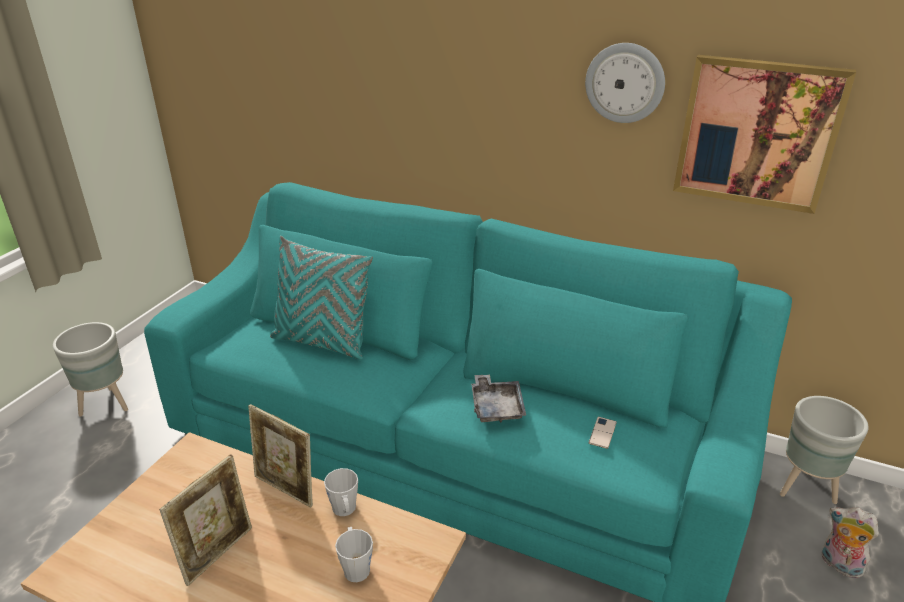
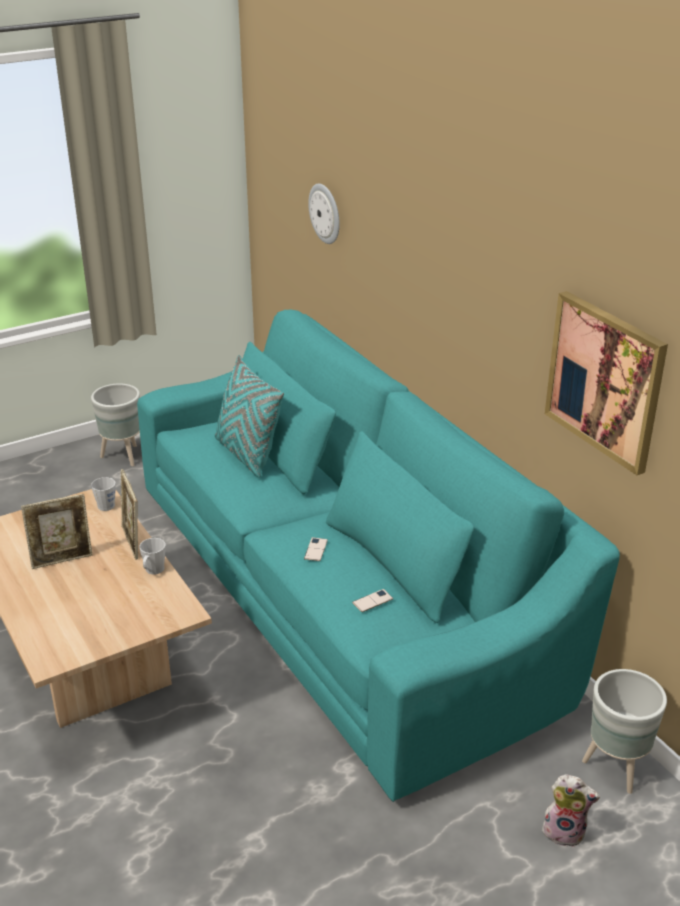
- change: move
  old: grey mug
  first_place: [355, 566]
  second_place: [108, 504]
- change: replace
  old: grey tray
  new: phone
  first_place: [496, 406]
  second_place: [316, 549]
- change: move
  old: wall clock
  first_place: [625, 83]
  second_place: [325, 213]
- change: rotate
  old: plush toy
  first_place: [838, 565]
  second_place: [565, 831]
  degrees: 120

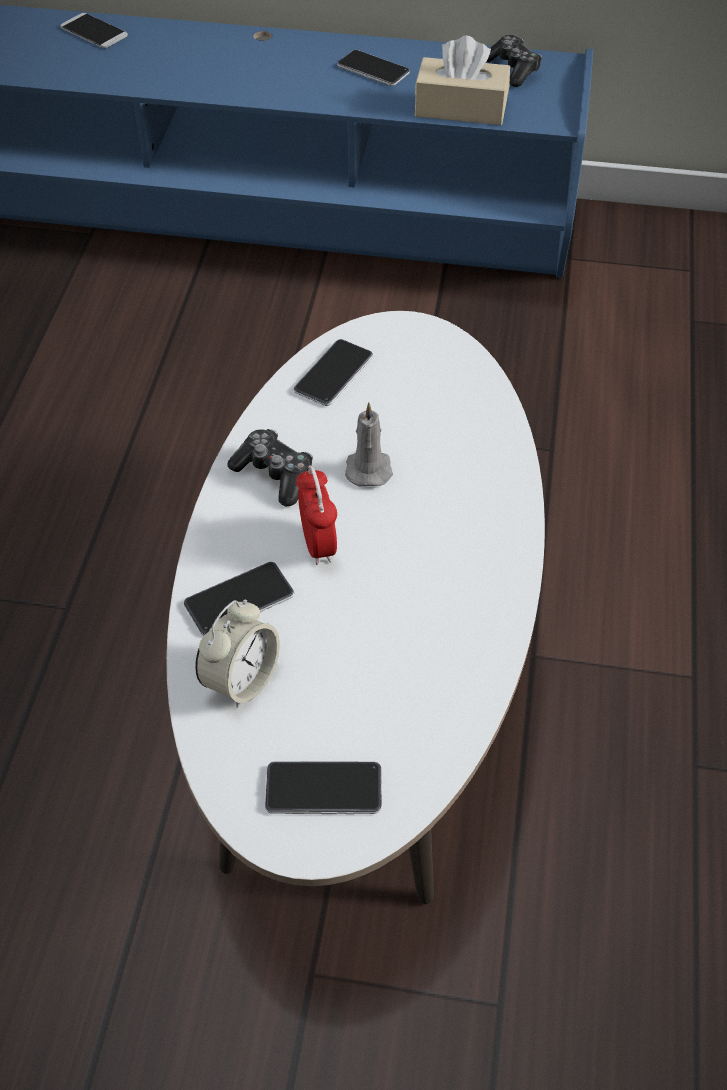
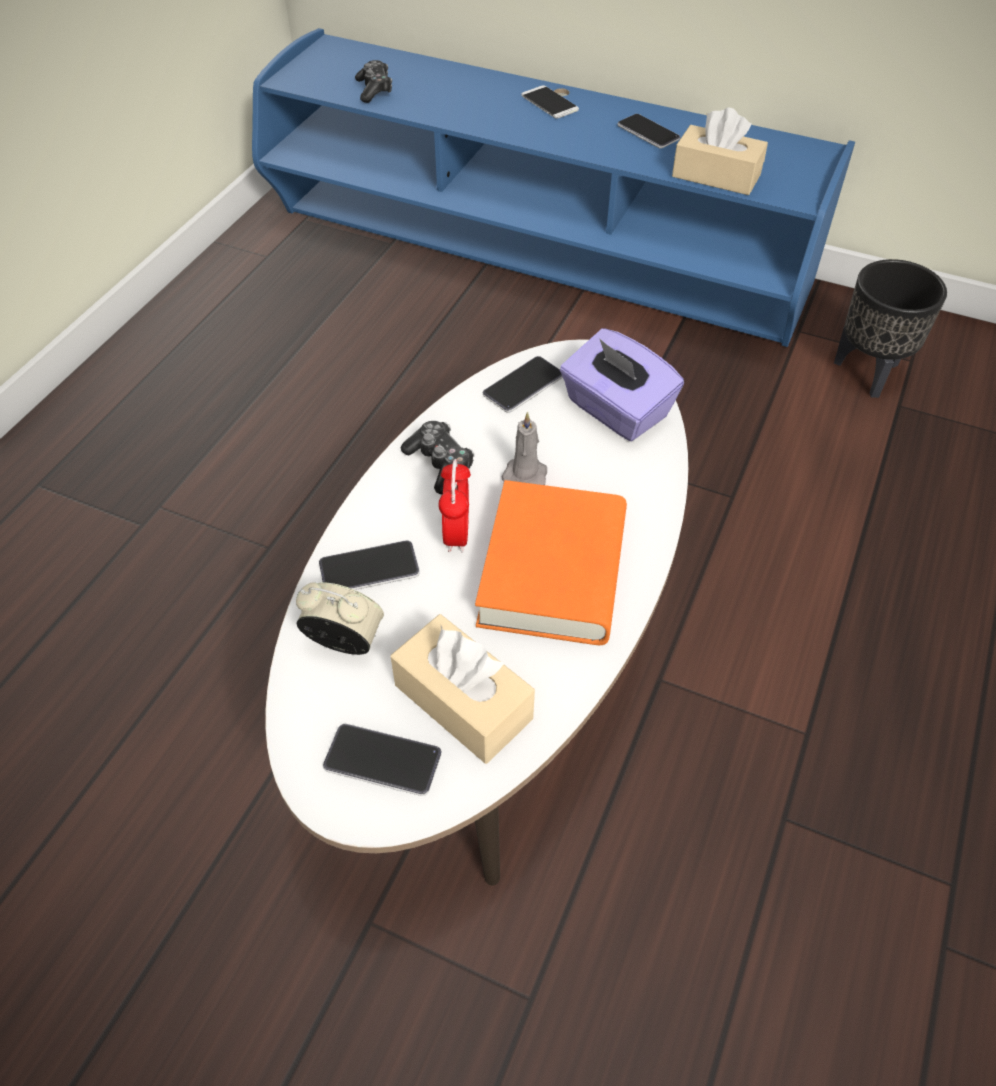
- change: move
  old: phone
  first_place: [94, 32]
  second_place: [549, 103]
- change: rotate
  old: alarm clock
  first_place: [241, 680]
  second_place: [345, 642]
  degrees: -120
- change: move
  old: game controller
  first_place: [513, 69]
  second_place: [374, 89]
- change: insert
  new: beige tissue box
  second_place: [463, 701]
- change: insert
  new: orange book
  second_place: [553, 572]
- change: insert
  new: purple tissue box
  second_place: [615, 410]
- change: insert
  new: black planter
  second_place: [869, 373]

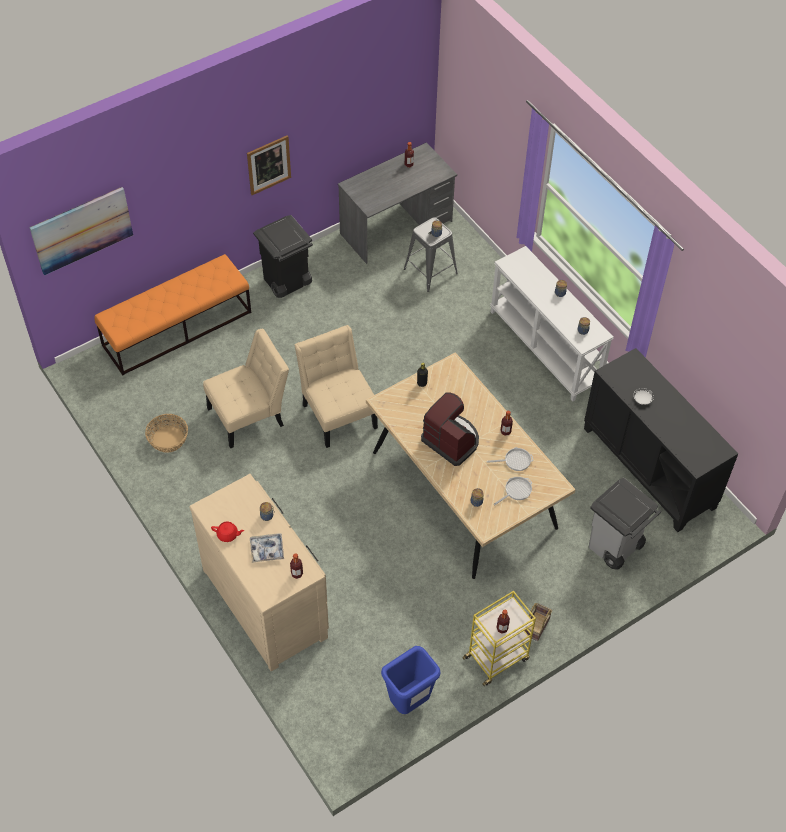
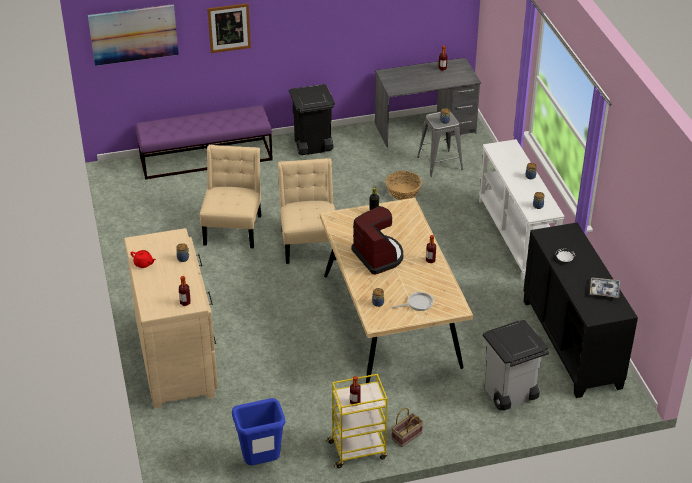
- change: recolor
  old: orange bench
  new: purple bench
  first_place: [177, 328]
  second_place: [206, 158]
- change: move
  old: basket
  first_place: [168, 439]
  second_place: [403, 192]
- change: rotate
  old: beige chair
  first_place: [250, 415]
  second_place: [233, 227]
  degrees: -75
- change: move
  old: picture
  first_place: [268, 164]
  second_place: [229, 27]
- change: move
  old: tray
  first_place: [267, 550]
  second_place: [604, 290]
- change: delete
  old: frying pan
  first_place: [515, 461]

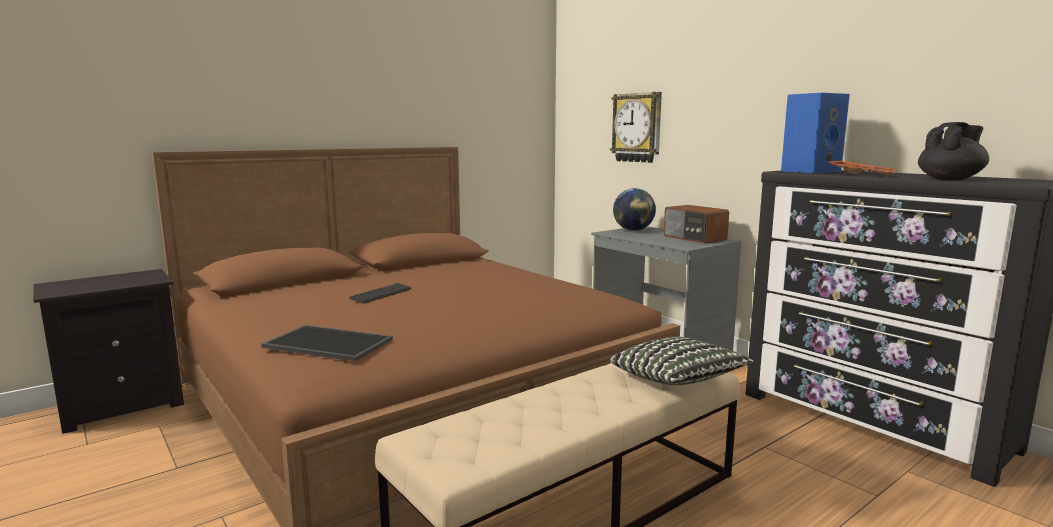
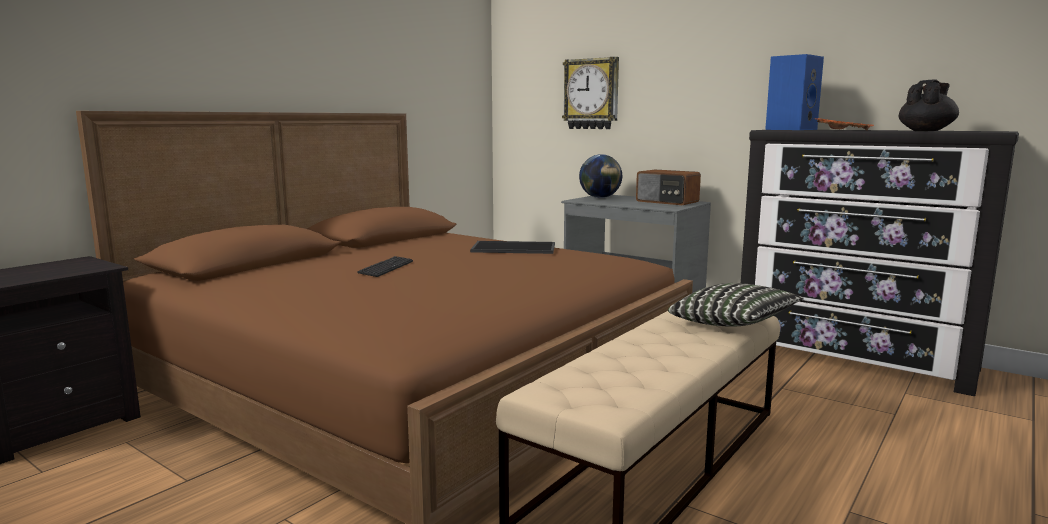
- change: move
  old: tray
  first_place: [326, 344]
  second_place: [512, 248]

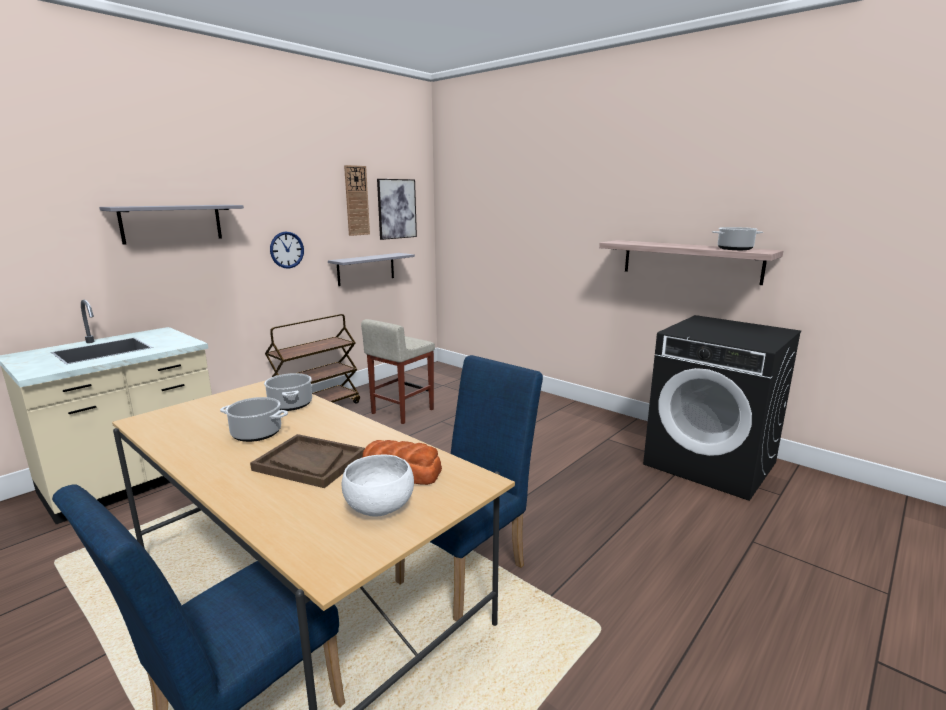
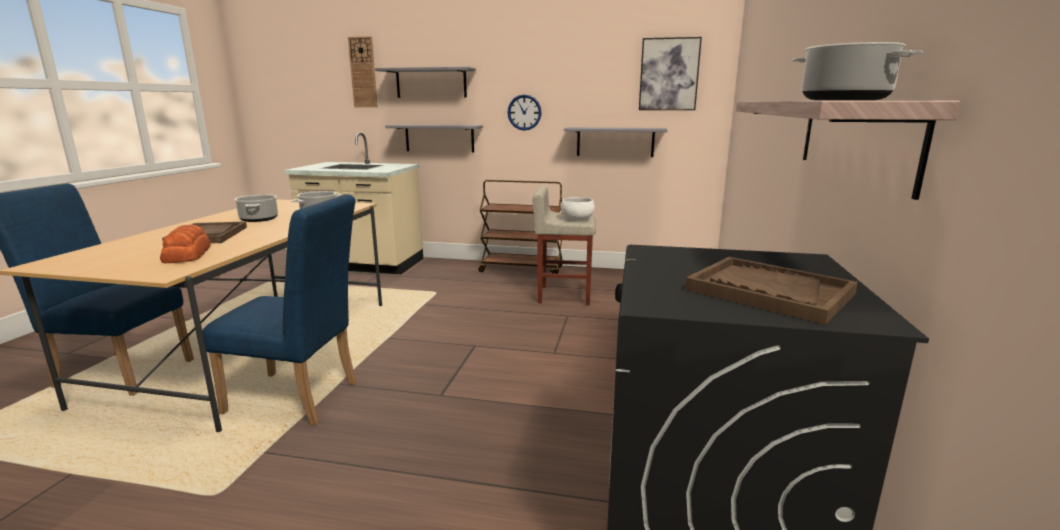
- change: move
  old: white bowl
  first_place: [380, 506]
  second_place: [577, 219]
- change: move
  old: wall clock
  first_place: [356, 201]
  second_place: [363, 72]
- change: insert
  new: grey shelf
  second_place: [439, 138]
- change: insert
  new: brown tray
  second_place: [768, 292]

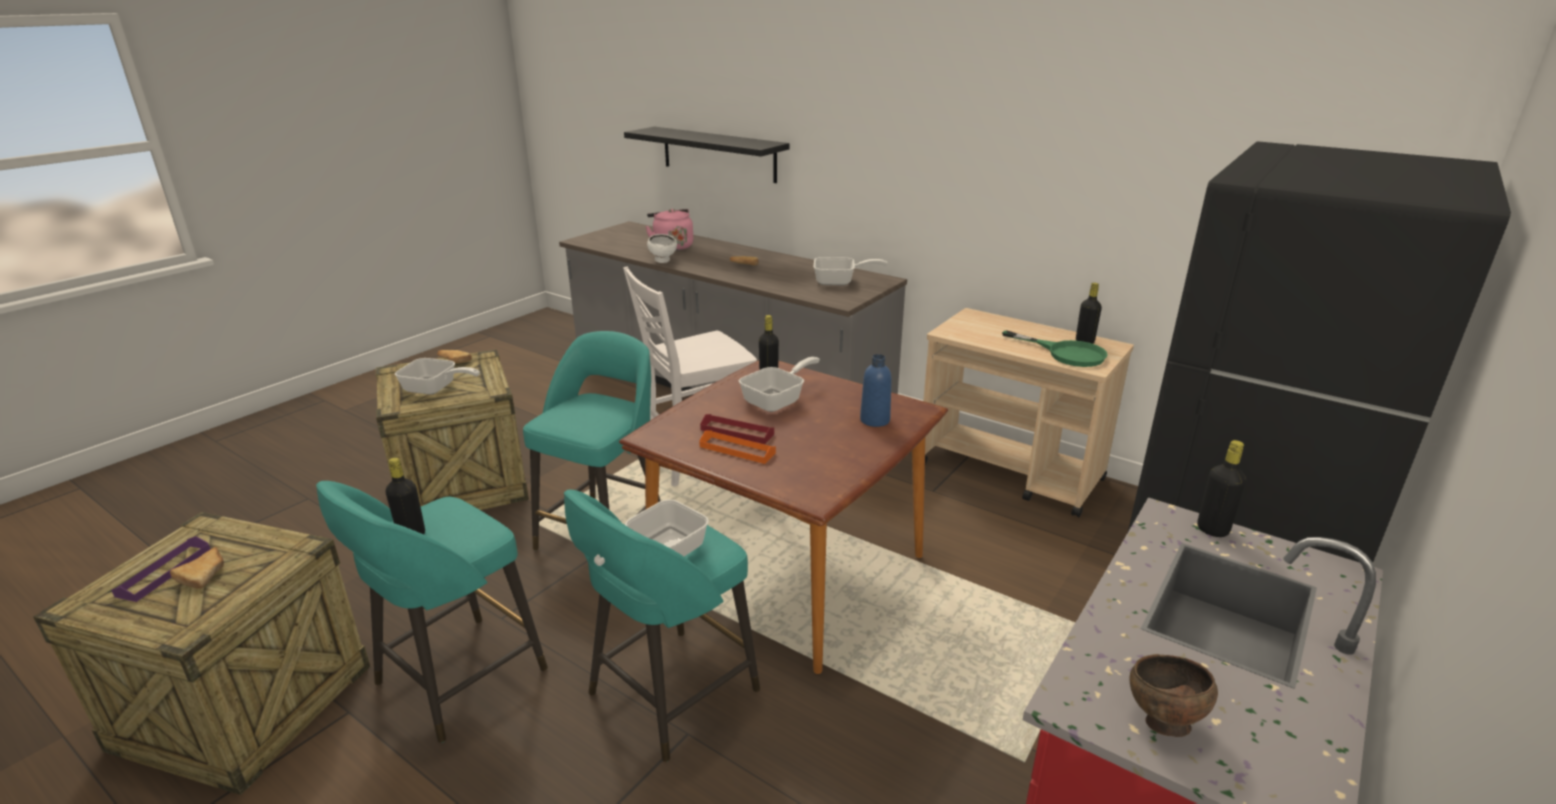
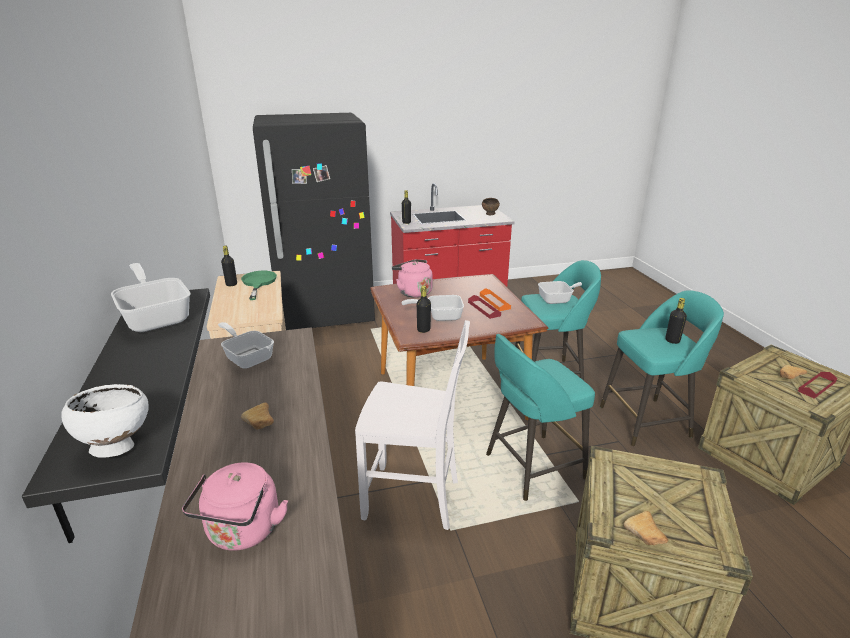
- change: recolor
  old: purple tray
  new: red tray
  first_place: [164, 572]
  second_place: [816, 386]
- change: move
  old: frying pan
  first_place: [435, 389]
  second_place: [156, 316]
- change: move
  old: white bowl
  first_place: [663, 261]
  second_place: [116, 447]
- change: replace
  old: blue bottle
  new: pink kettle
  first_place: [875, 420]
  second_place: [413, 292]

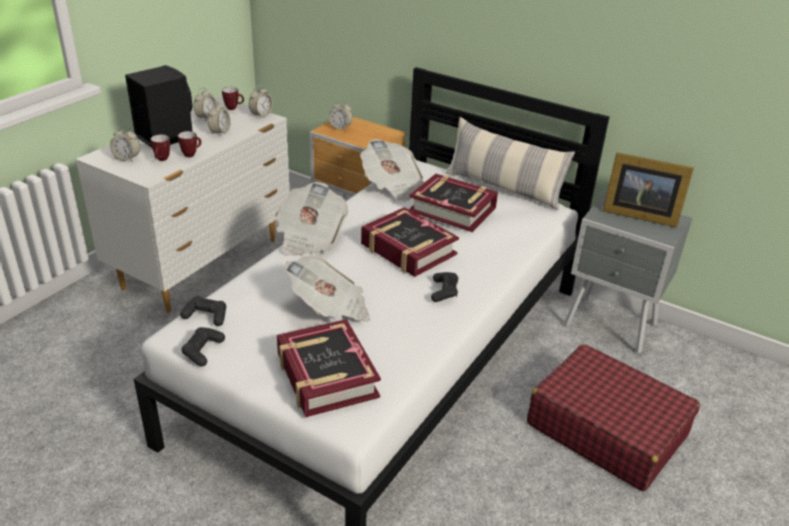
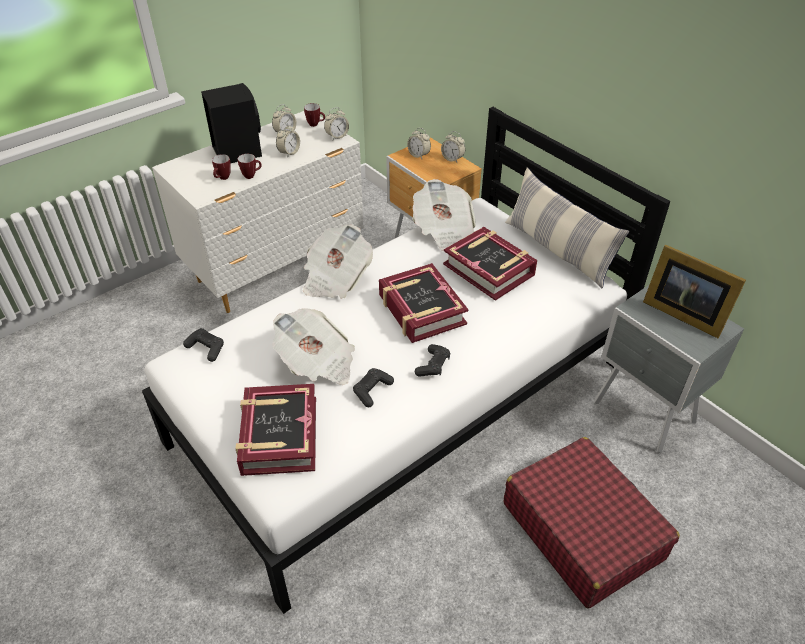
- change: move
  old: alarm clock
  first_place: [127, 158]
  second_place: [452, 159]
- change: move
  old: black game controller
  first_place: [203, 351]
  second_place: [372, 390]

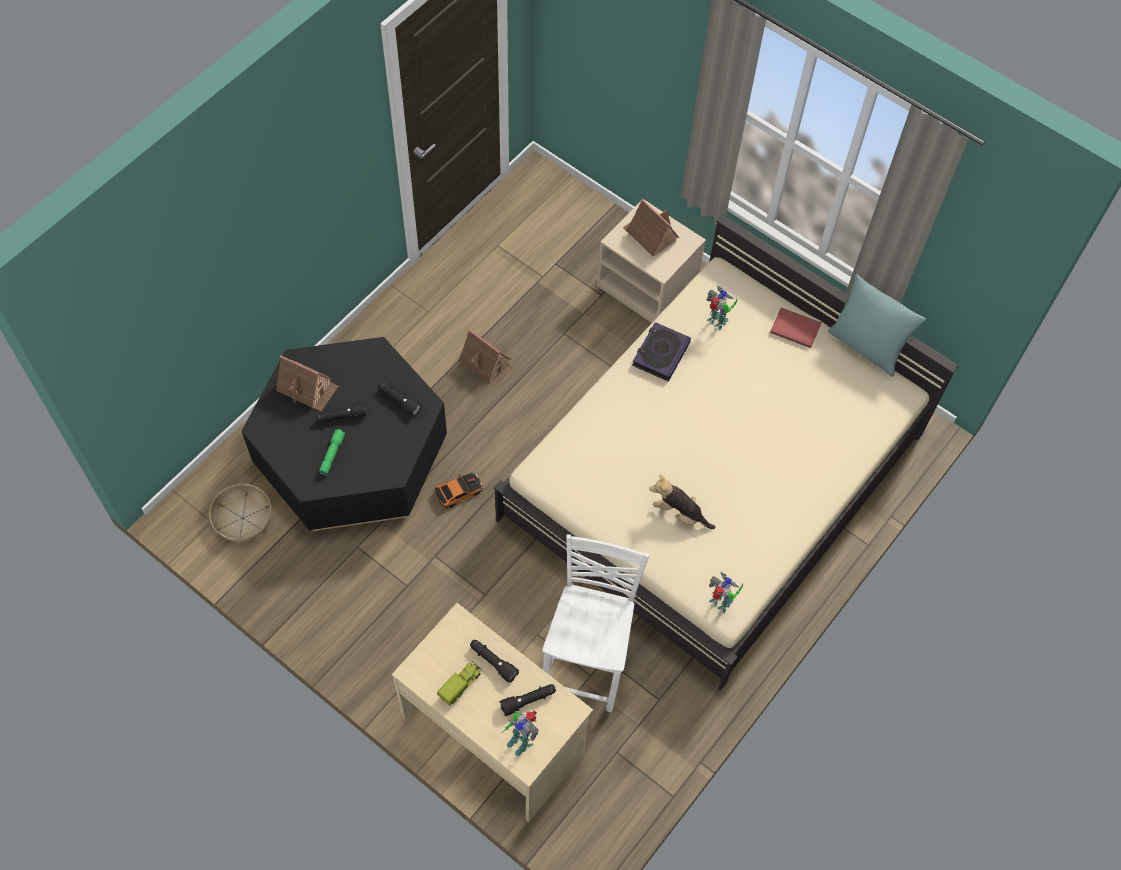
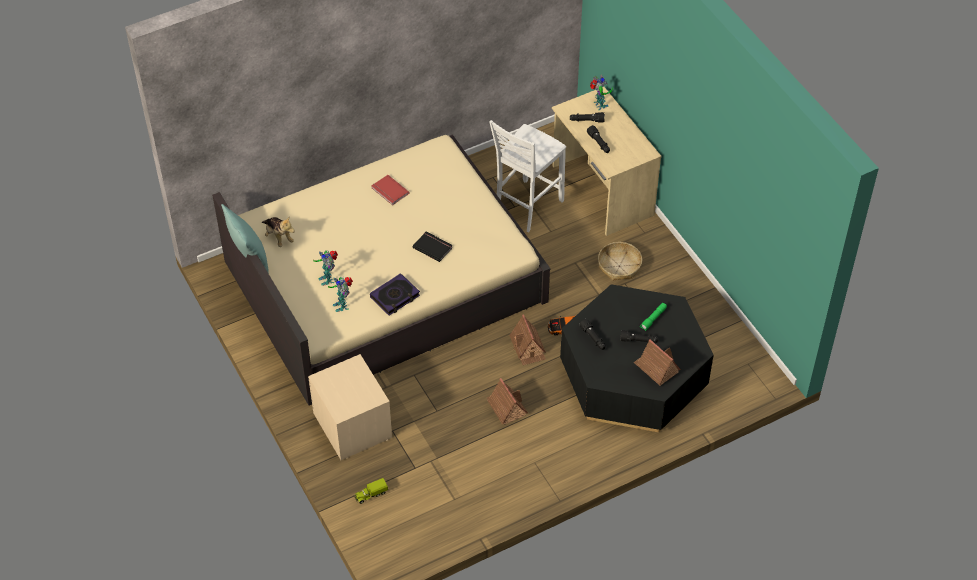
- change: move
  old: basket
  first_place: [242, 518]
  second_place: [619, 266]
- change: move
  old: toy truck
  first_place: [460, 685]
  second_place: [370, 494]
- change: move
  old: toy house
  first_place: [650, 235]
  second_place: [528, 347]
- change: move
  old: plush toy
  first_place: [679, 513]
  second_place: [278, 237]
- change: move
  old: toy robot
  first_place: [720, 604]
  second_place: [327, 278]
- change: move
  old: red book
  first_place: [795, 327]
  second_place: [389, 191]
- change: insert
  new: black book
  second_place: [433, 247]

